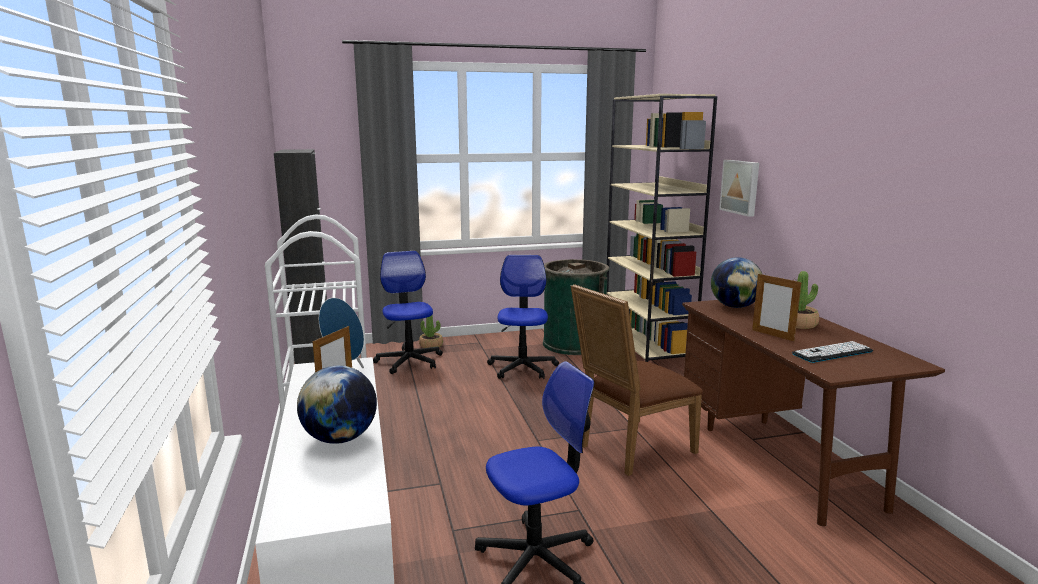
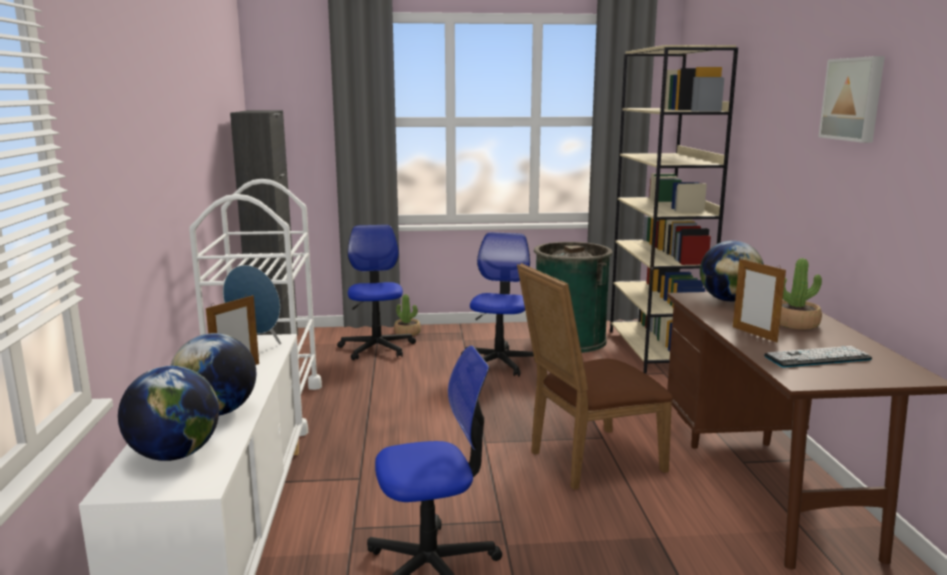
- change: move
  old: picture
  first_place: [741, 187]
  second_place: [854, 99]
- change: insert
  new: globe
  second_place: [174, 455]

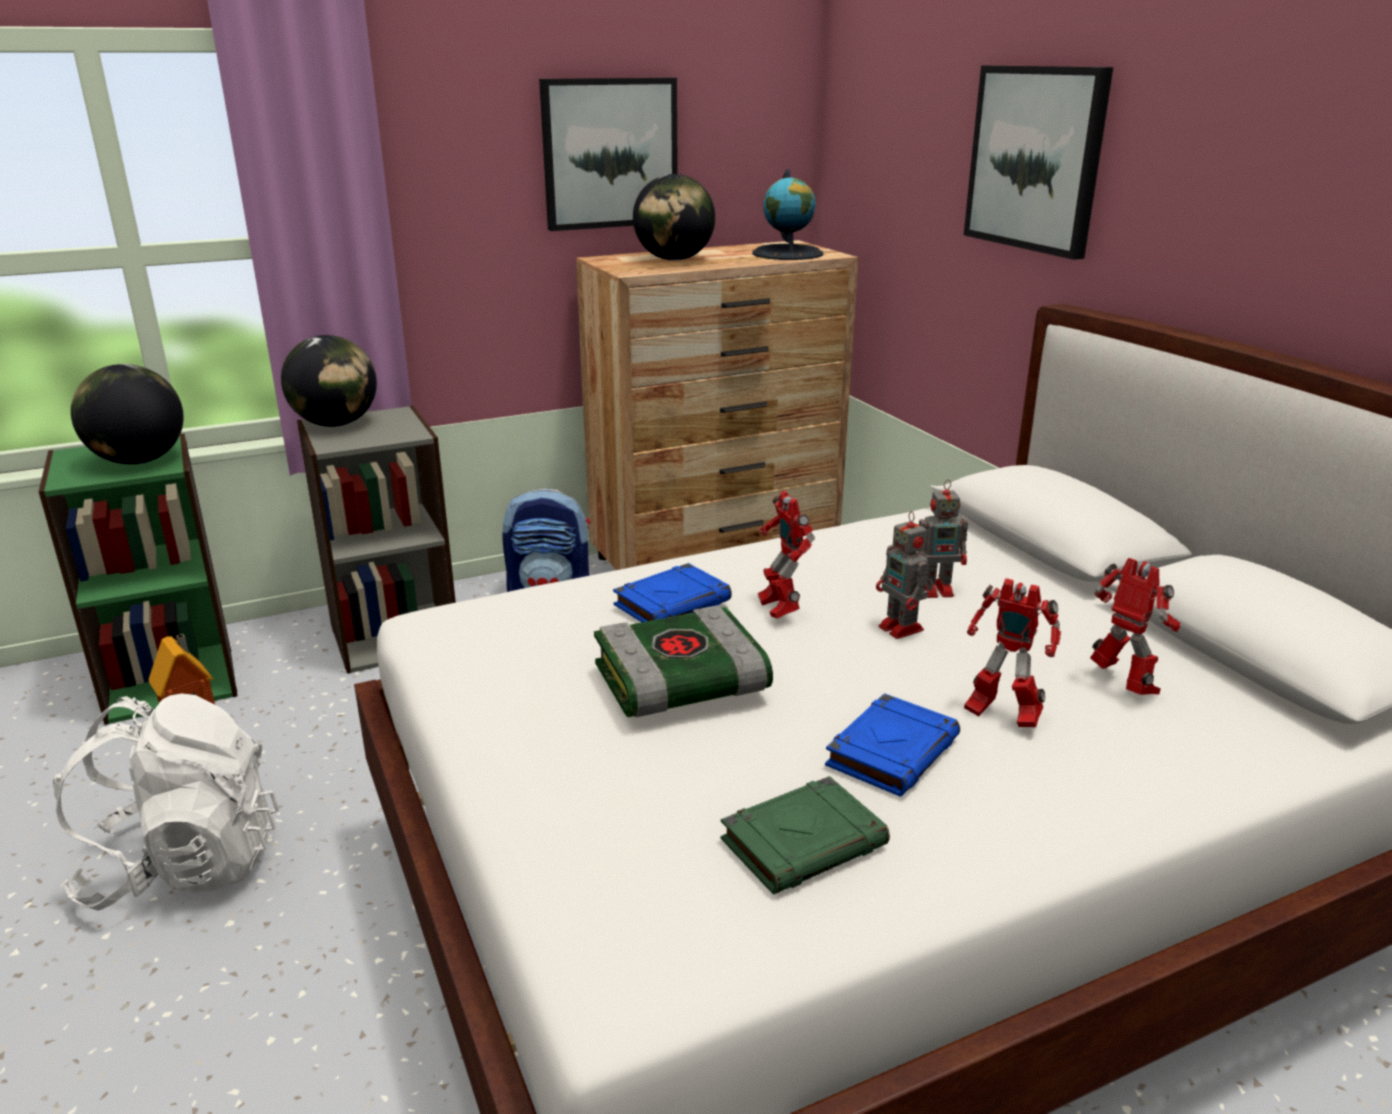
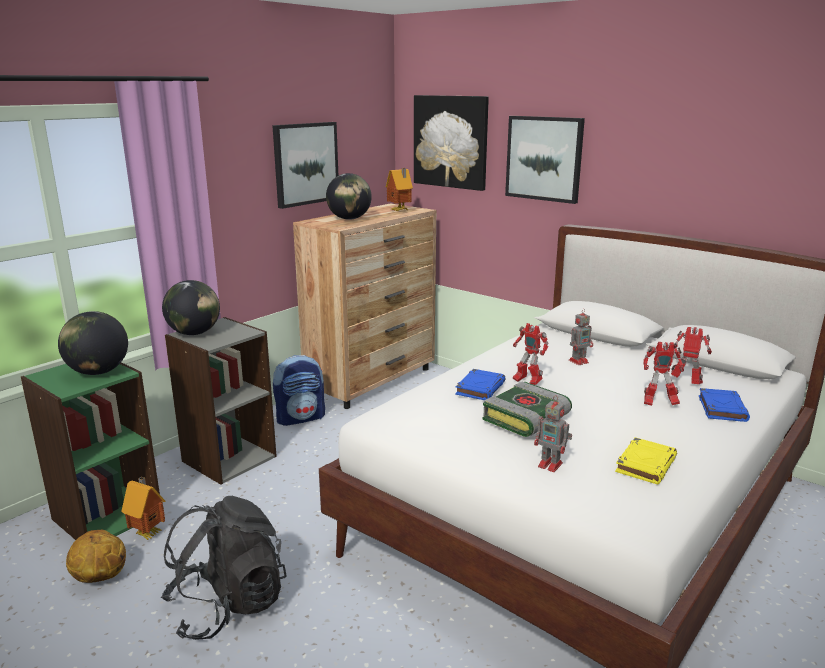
- change: recolor
  old: white backpack
  new: black backpack
  first_place: [184, 866]
  second_place: [228, 605]
- change: recolor
  old: green book
  new: yellow book
  first_place: [804, 842]
  second_place: [645, 464]
- change: replace
  old: globe
  new: toy house
  first_place: [788, 253]
  second_place: [400, 211]
- change: move
  old: blue book
  first_place: [892, 751]
  second_place: [721, 408]
- change: move
  old: toy robot
  first_place: [902, 629]
  second_place: [551, 465]
- change: insert
  new: basketball
  second_place: [100, 578]
- change: insert
  new: picture
  second_place: [451, 141]

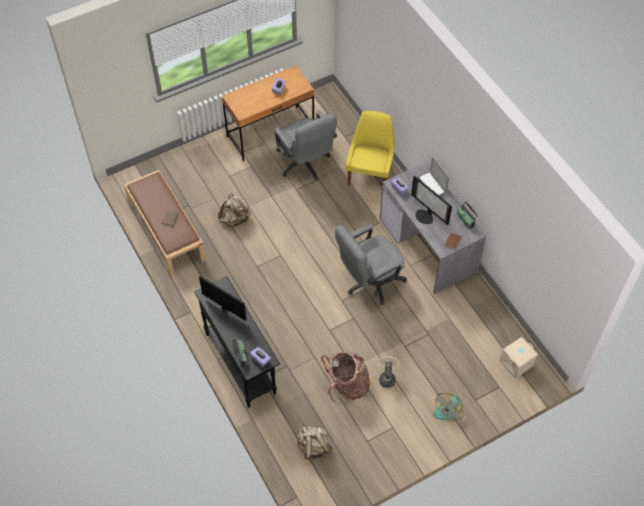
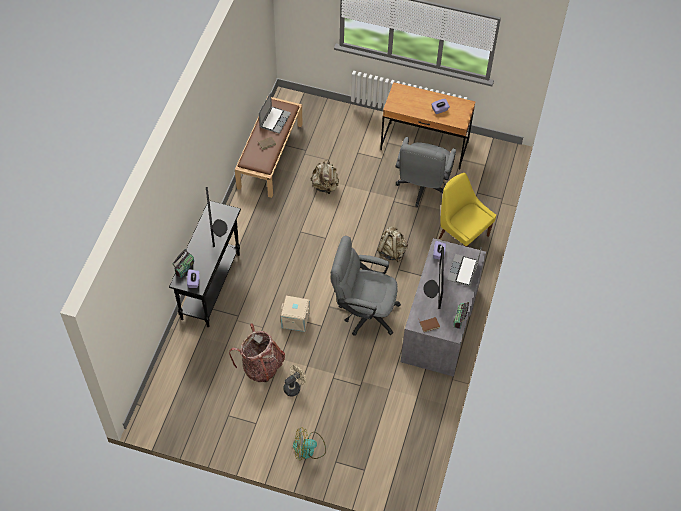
- change: move
  old: beige backpack
  first_place: [313, 447]
  second_place: [392, 251]
- change: rotate
  old: yellow chair
  first_place: [370, 174]
  second_place: [462, 236]
  degrees: -105
- change: move
  old: beige storage box
  first_place: [516, 362]
  second_place: [296, 319]
- change: insert
  new: laptop
  second_place: [274, 120]

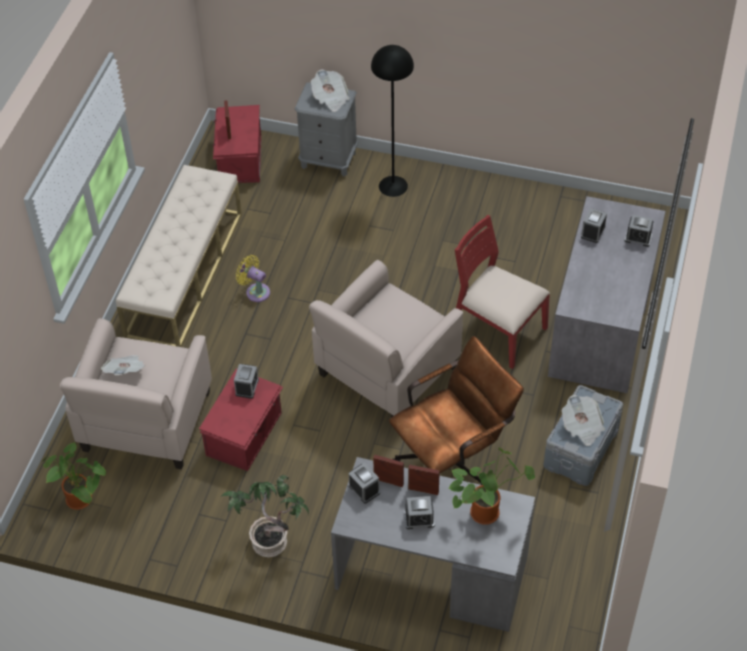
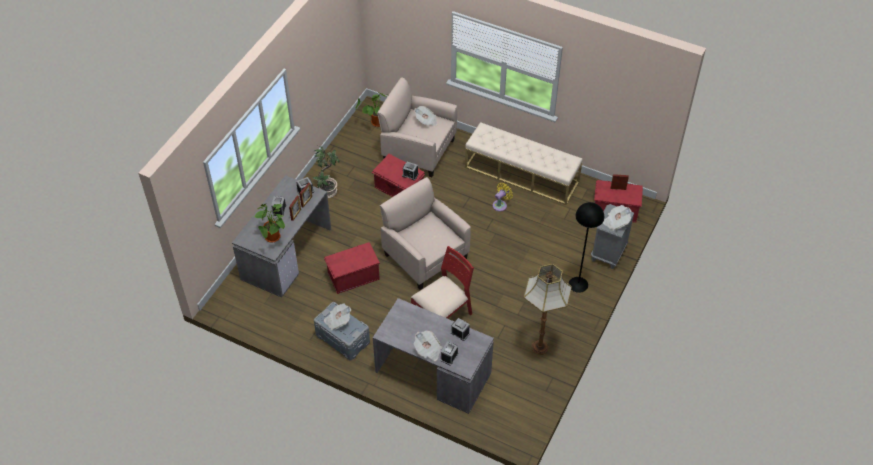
- change: replace
  old: brown office chair
  new: red storage box
  first_place: [453, 461]
  second_place: [353, 276]
- change: insert
  new: newspaper
  second_place: [428, 350]
- change: insert
  new: floor lamp
  second_place: [540, 347]

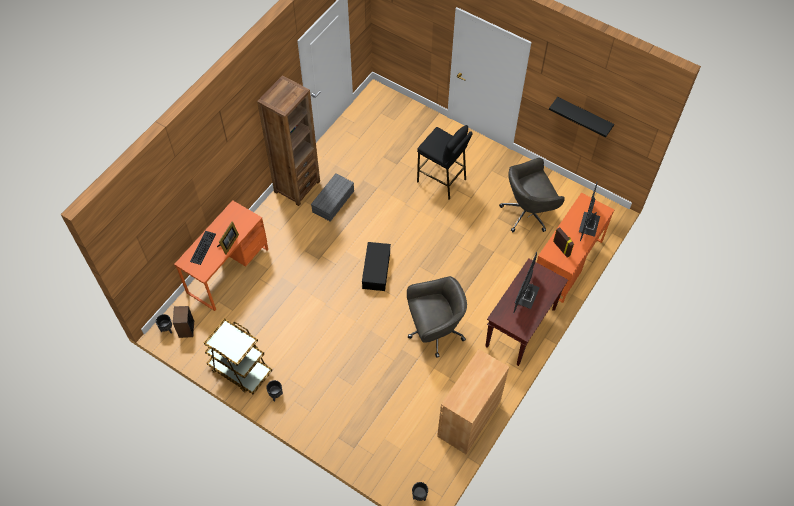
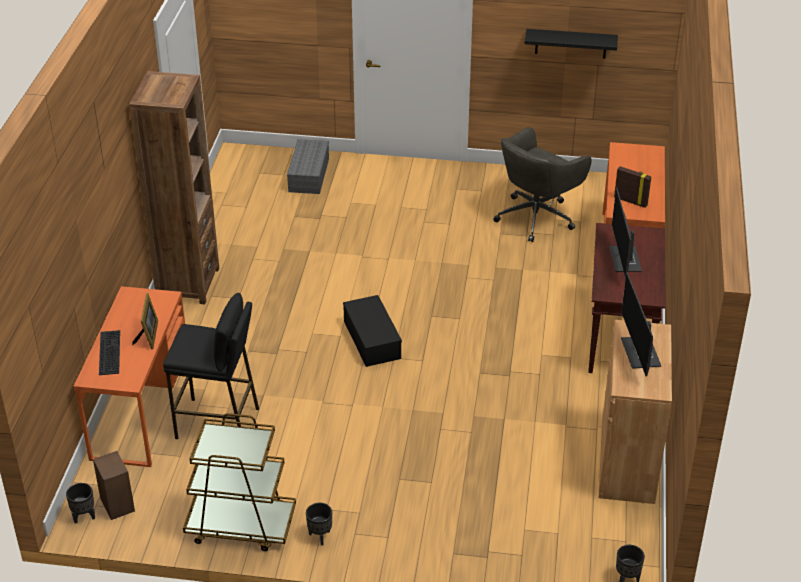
- change: move
  old: grey storage box
  first_place: [333, 200]
  second_place: [308, 174]
- change: delete
  old: grey office chair
  first_place: [434, 331]
- change: move
  old: black stool
  first_place: [441, 180]
  second_place: [218, 423]
- change: move
  old: monitor
  first_place: [589, 225]
  second_place: [641, 353]

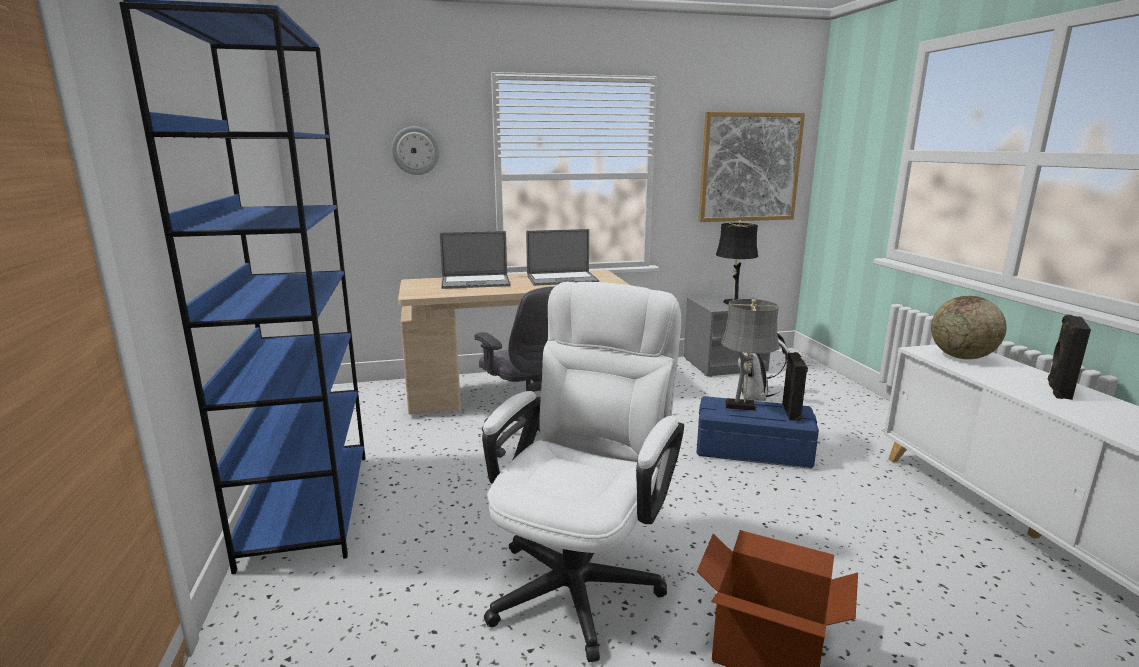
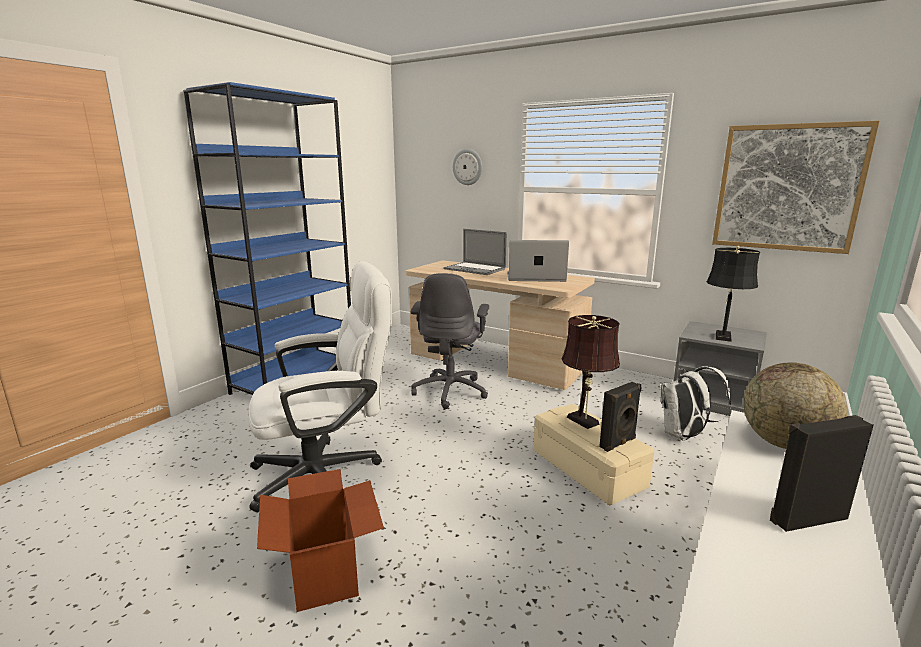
- change: rotate
  old: laptop
  first_place: [562, 279]
  second_place: [535, 277]
  degrees: 150
- change: recolor
  old: blue storage box
  new: beige storage box
  first_place: [753, 449]
  second_place: [588, 468]
- change: recolor
  old: grey table lamp
  new: brown table lamp
  first_place: [743, 406]
  second_place: [585, 422]

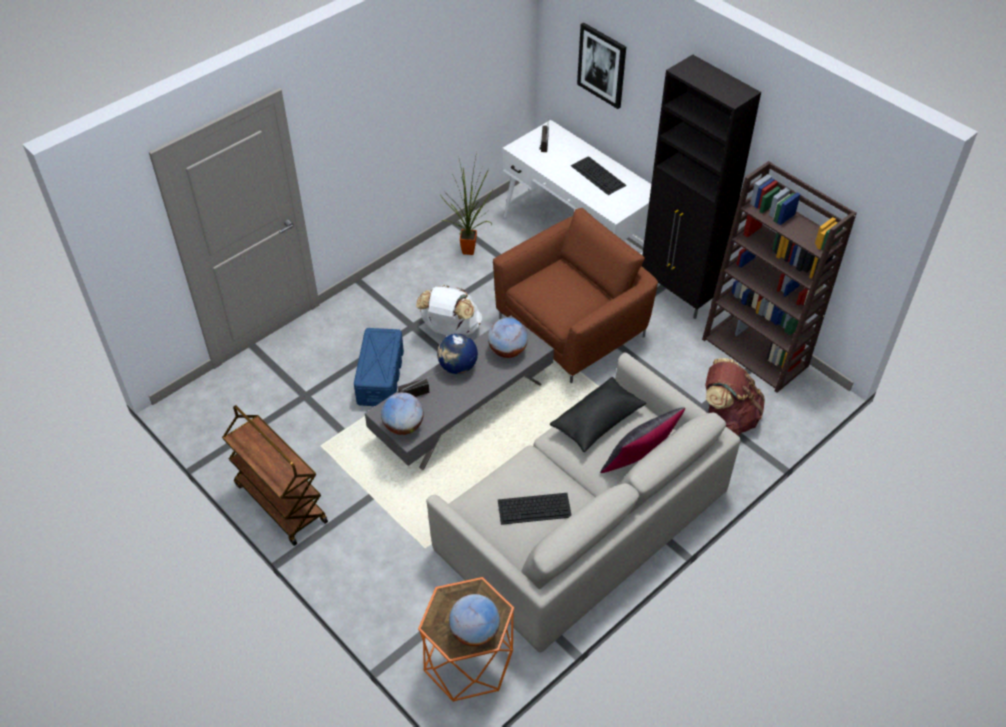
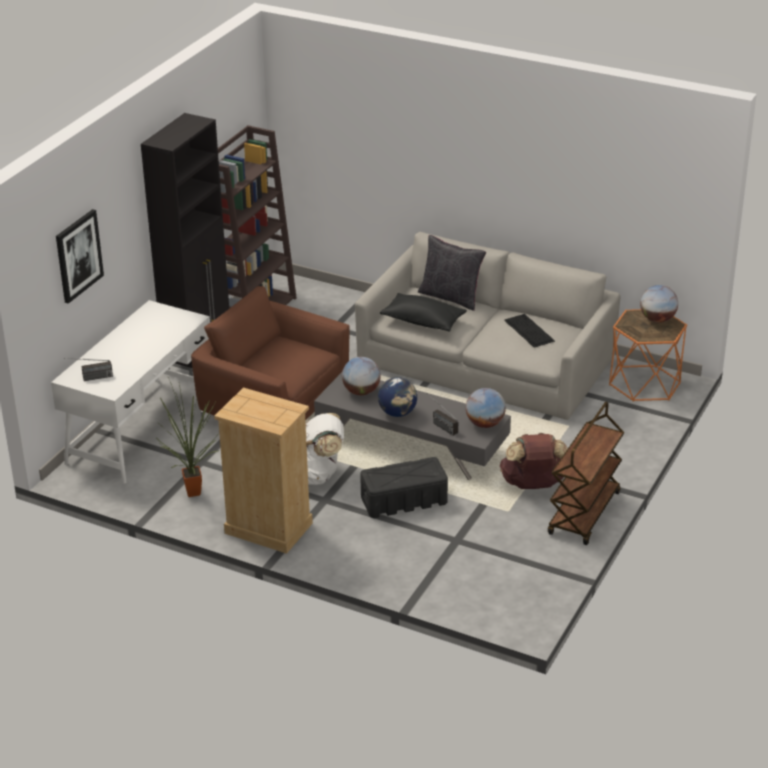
- change: recolor
  old: blue storage box
  new: black storage box
  first_place: [380, 377]
  second_place: [403, 500]
- change: delete
  old: keyboard
  first_place: [598, 175]
- change: move
  old: brown backpack
  first_place: [728, 417]
  second_place: [533, 485]
- change: insert
  new: beige dresser
  second_place: [268, 528]

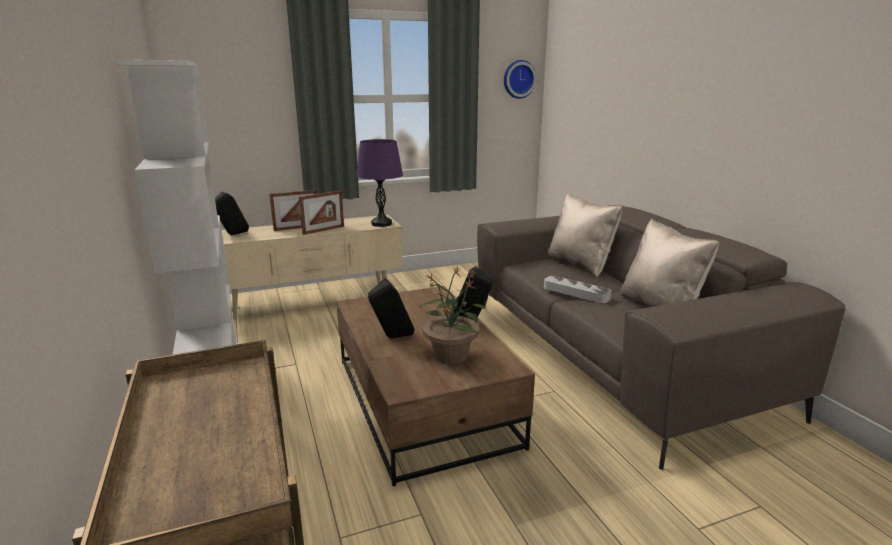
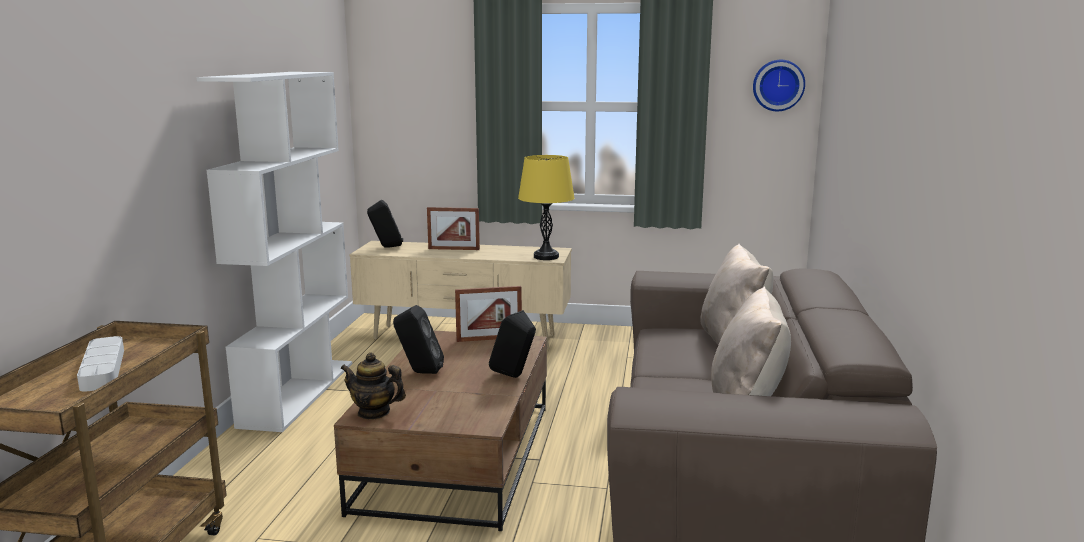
- change: move
  old: picture frame
  first_place: [323, 230]
  second_place: [489, 339]
- change: recolor
  old: purple table lamp
  new: yellow table lamp
  first_place: [381, 224]
  second_place: [546, 257]
- change: delete
  old: potted plant
  first_place: [451, 355]
- change: move
  old: grey tray
  first_place: [576, 293]
  second_place: [103, 369]
- change: insert
  new: teapot
  second_place: [374, 412]

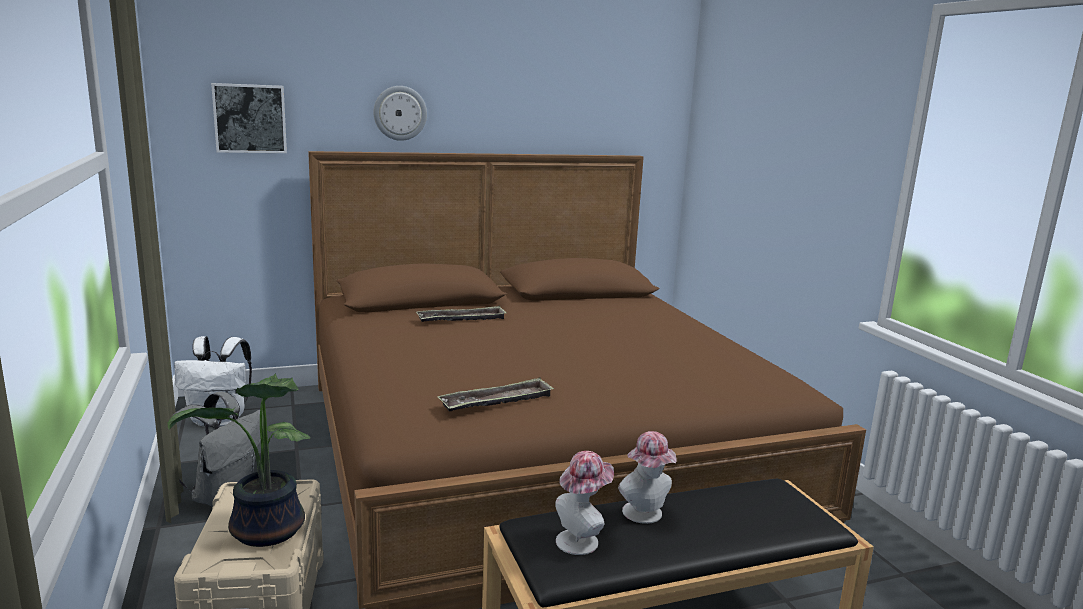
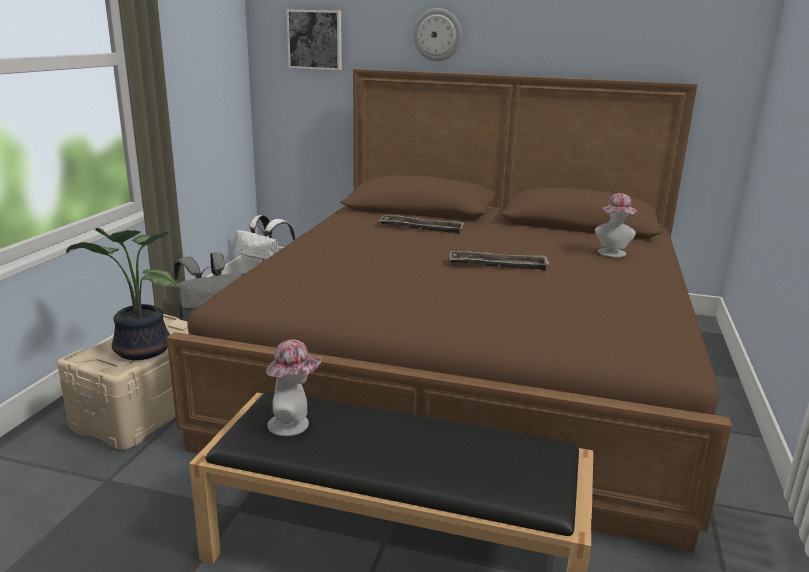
- change: move
  old: tray
  first_place: [497, 401]
  second_place: [498, 265]
- change: move
  old: hat
  first_place: [645, 515]
  second_place: [612, 254]

